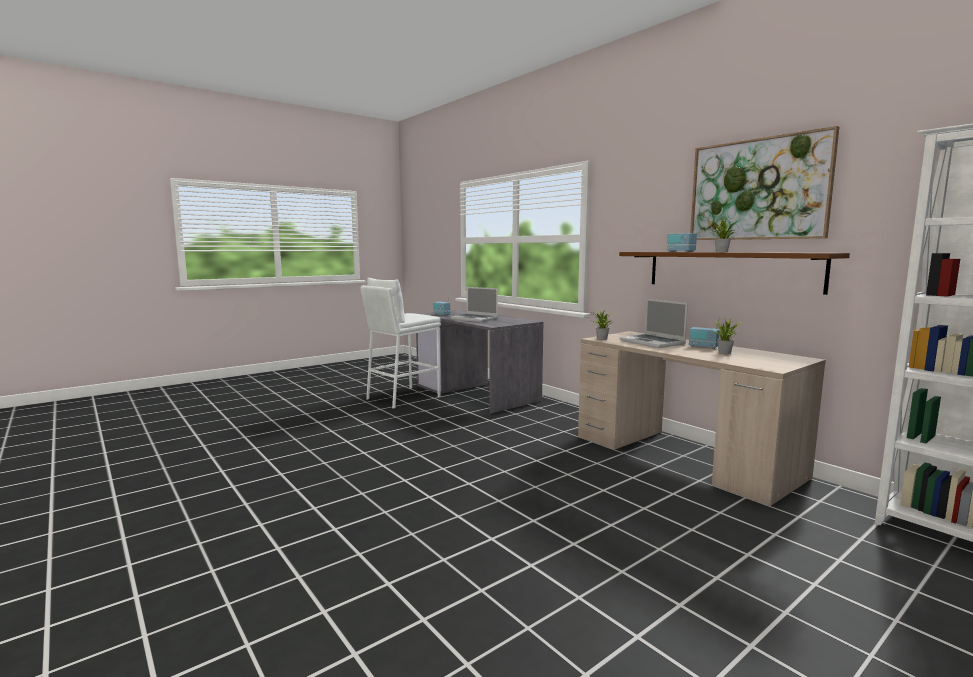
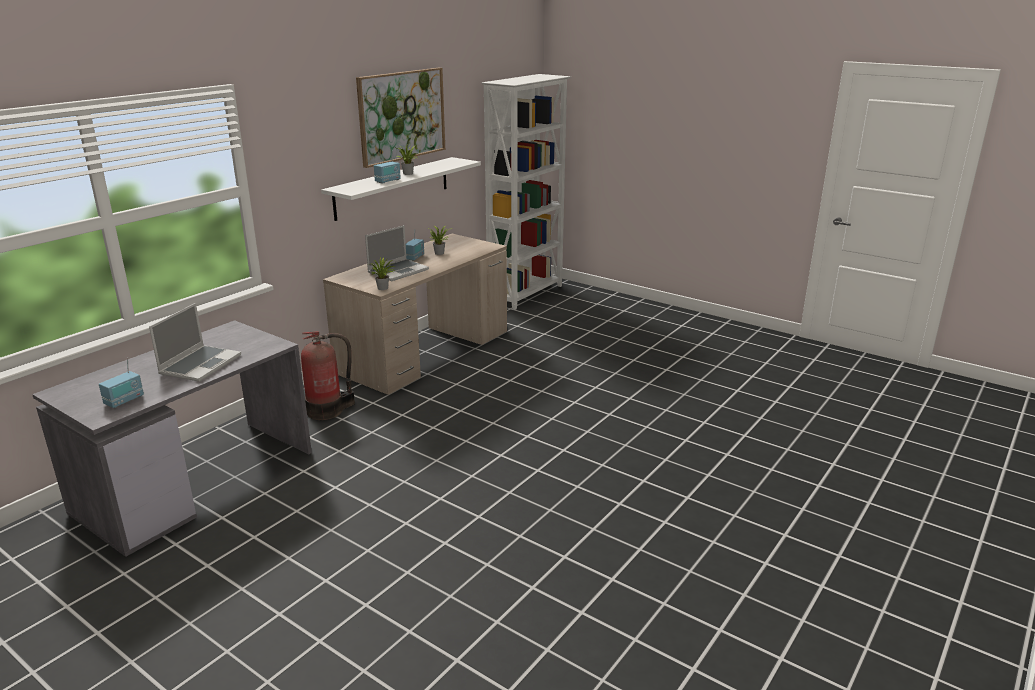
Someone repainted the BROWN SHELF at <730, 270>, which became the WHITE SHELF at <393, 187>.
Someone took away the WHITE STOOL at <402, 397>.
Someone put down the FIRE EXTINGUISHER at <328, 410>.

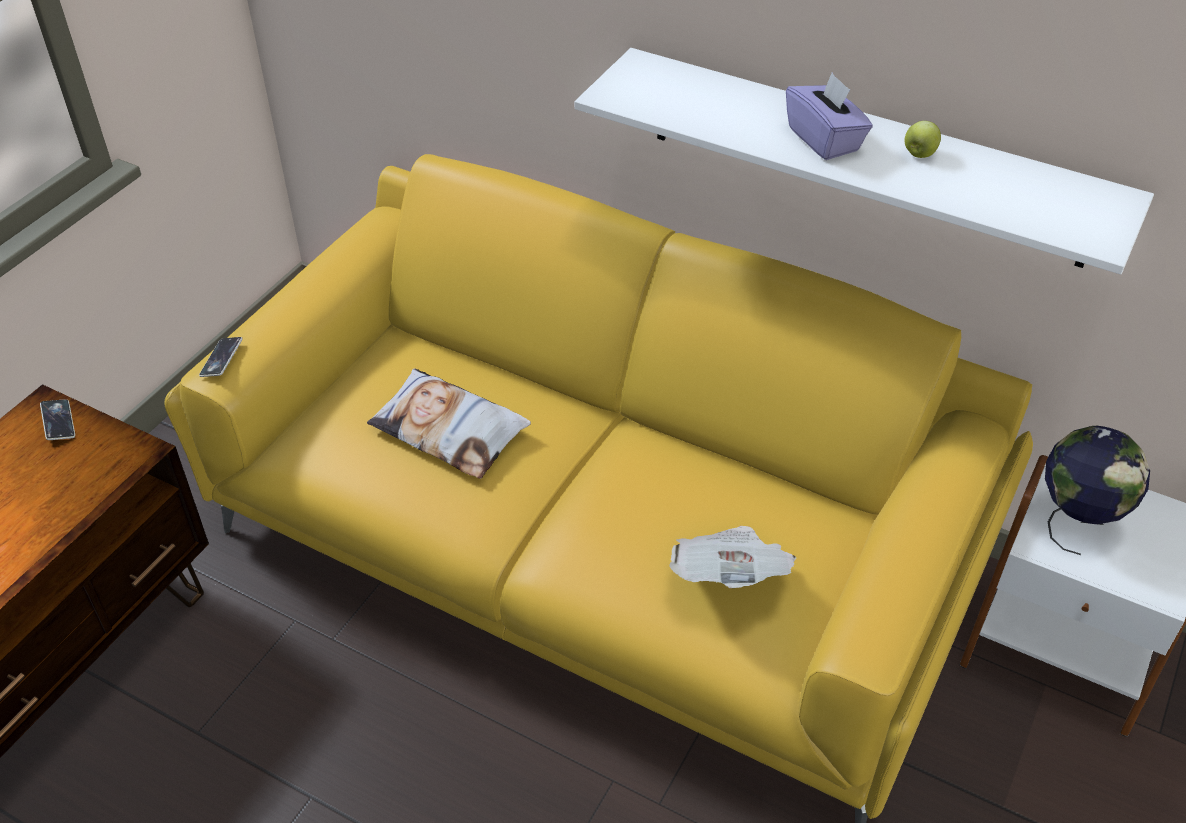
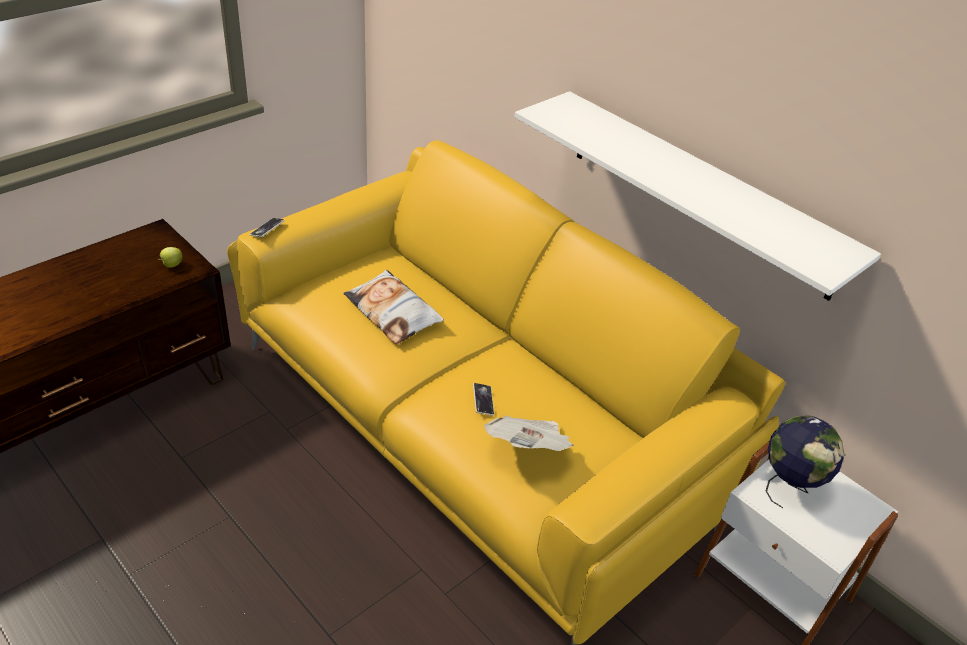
Someone took away the PURPLE TISSUE BOX at <824, 139>.
Someone carried the APPLE from <919, 154> to <171, 265>.
Someone carried the PHONE from <59, 422> to <483, 401>.

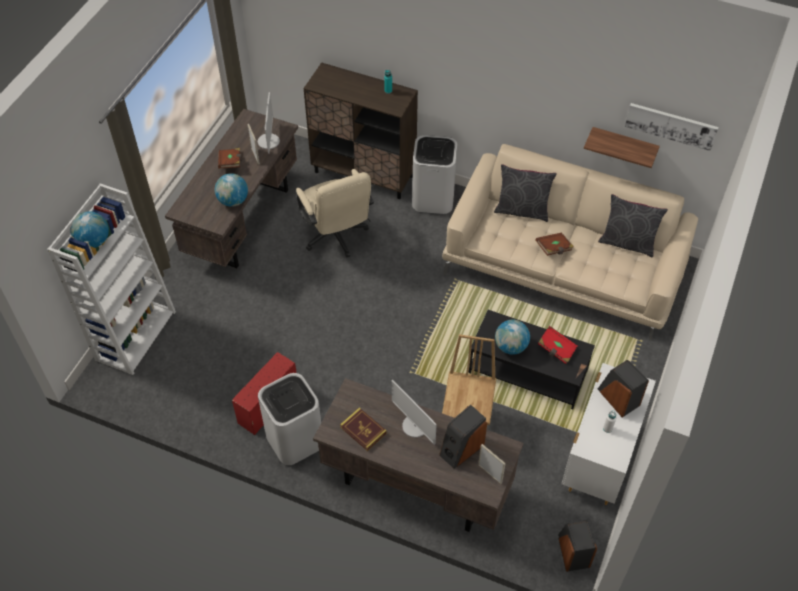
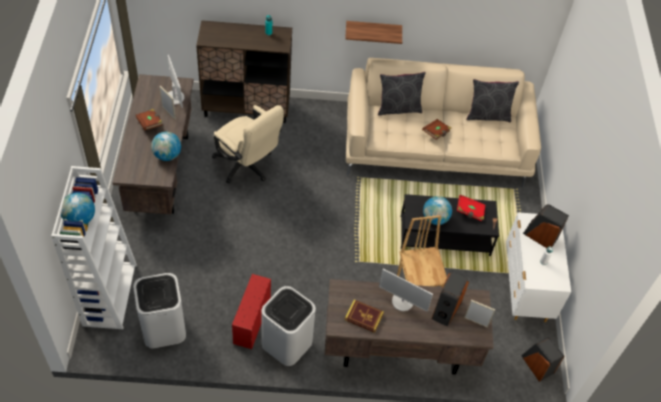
Someone took away the PICTURE at <671, 125>.
Someone carried the SHELF from <623, 145> to <373, 31>.
Someone carried the WHITE TRASH CAN from <433, 198> to <163, 328>.

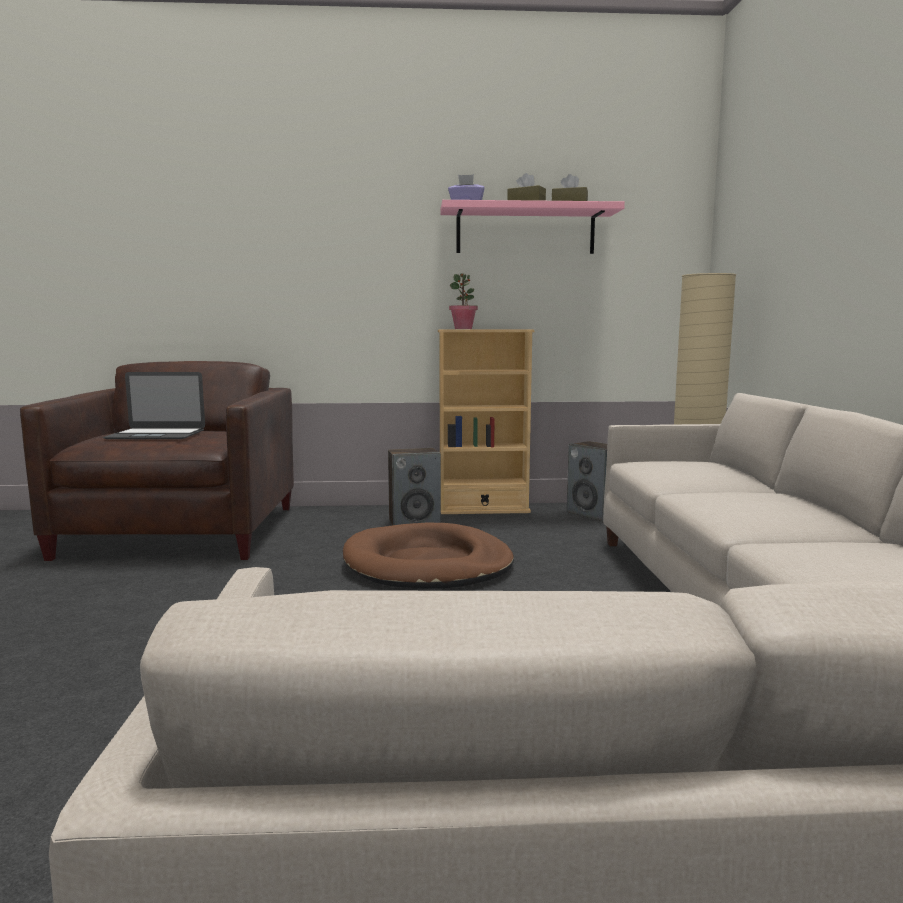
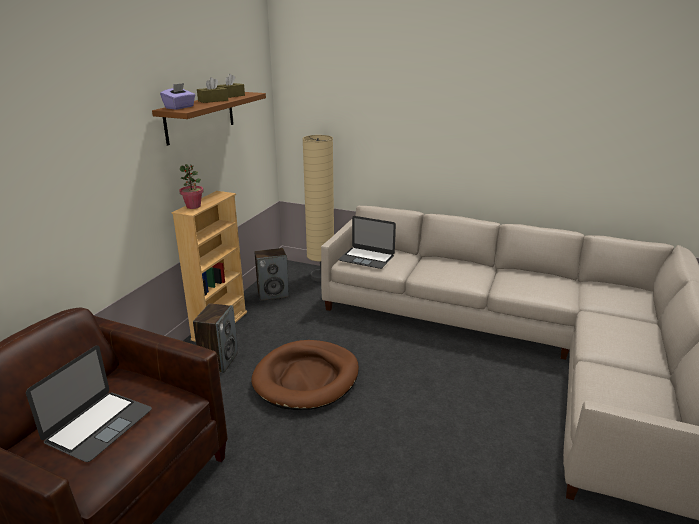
Someone repainted the PINK SHELF at <525, 231>, which became the BROWN SHELF at <200, 117>.
Someone put down the LAPTOP at <366, 258>.

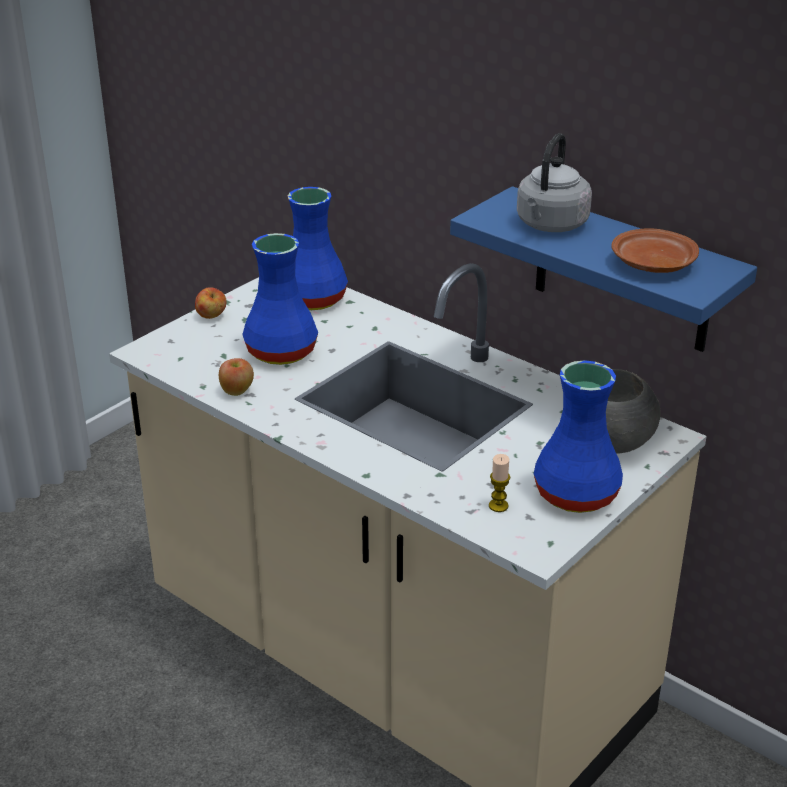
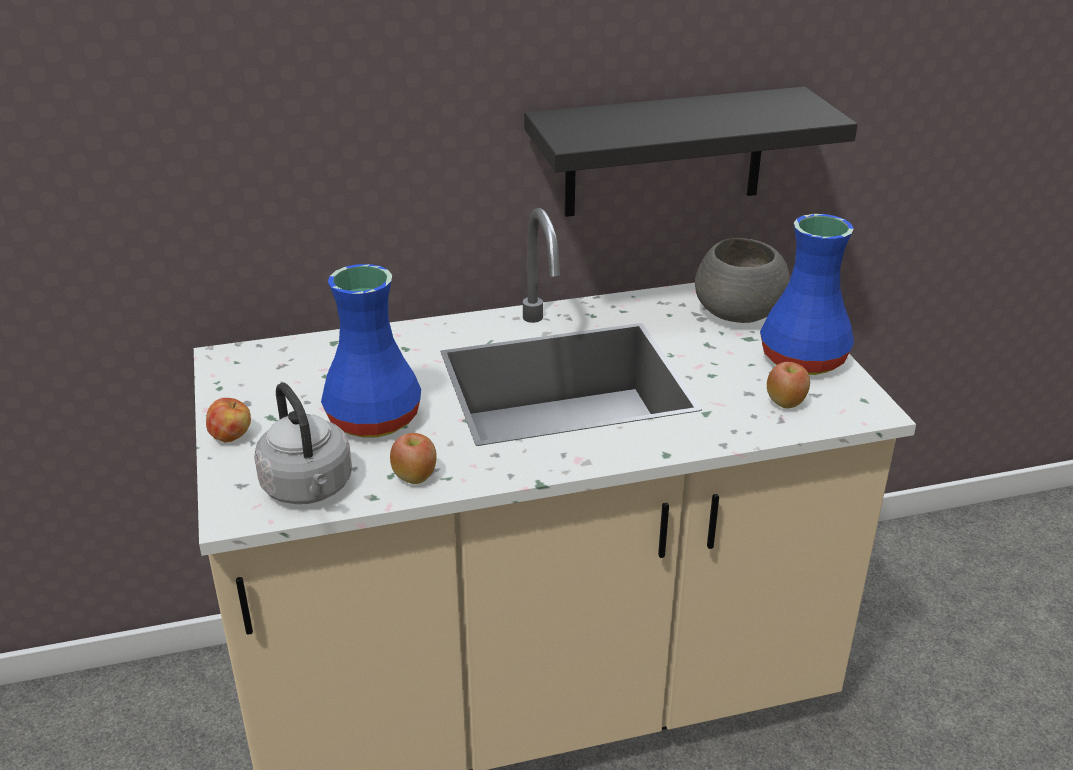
Someone carried the GREY KETTLE from <550, 225> to <309, 489>.
Someone repainted the BLUE SHELF at <622, 271>, which became the BLACK SHELF at <665, 152>.
Someone took away the BLUE VASE at <312, 300>.
Someone took away the BROWN PLATE at <652, 264>.
Someone swapped the CANDLE at <498, 506> for the APPLE at <786, 403>.

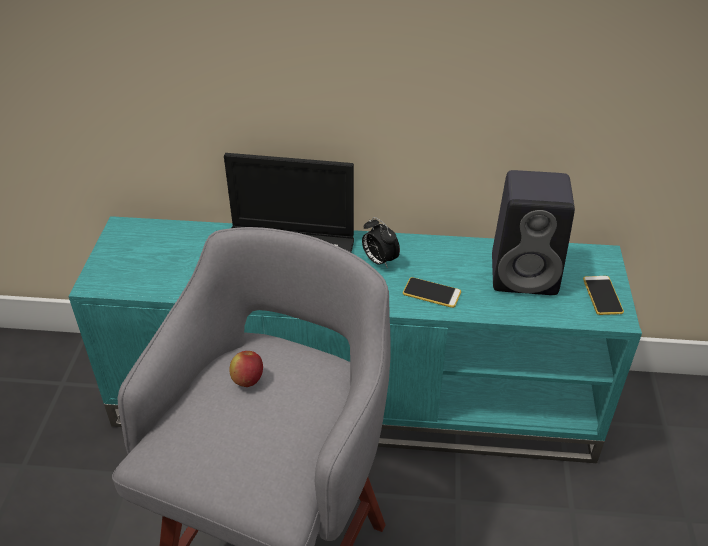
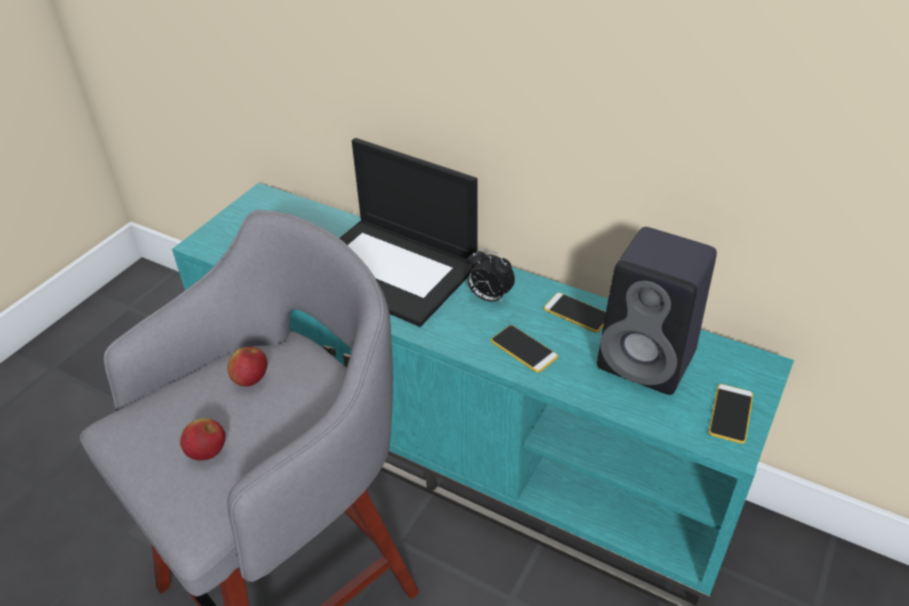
Someone rotated the ALARM CLOCK at <379, 261> by 45 degrees counterclockwise.
Someone put down the PHONE at <576, 313>.
Someone put down the APPLE at <207, 452>.

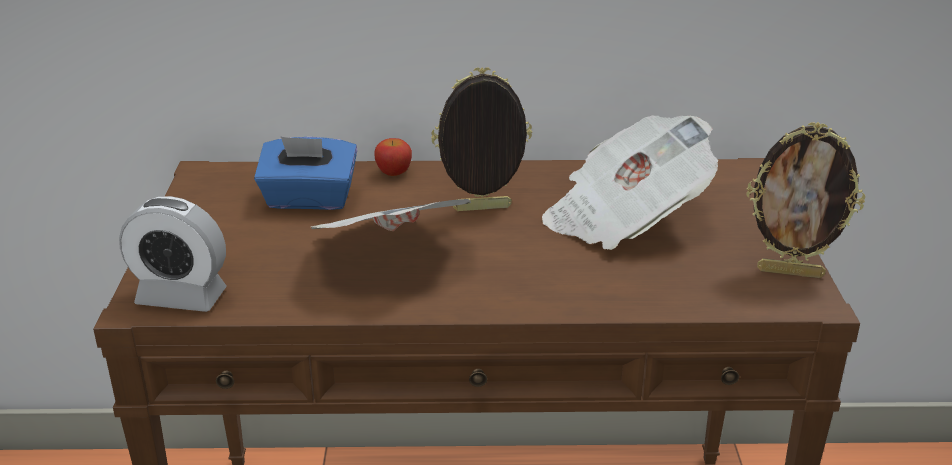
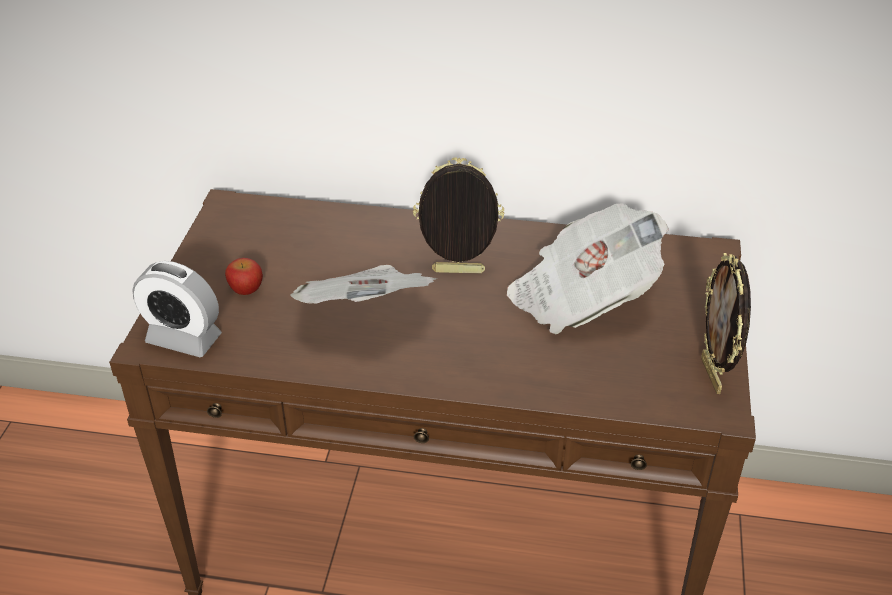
Someone rotated the PICTURE FRAME at <790, 272> by 60 degrees clockwise.
Someone took away the BLUE TISSUE BOX at <309, 200>.
Someone carried the APPLE from <394, 173> to <246, 290>.

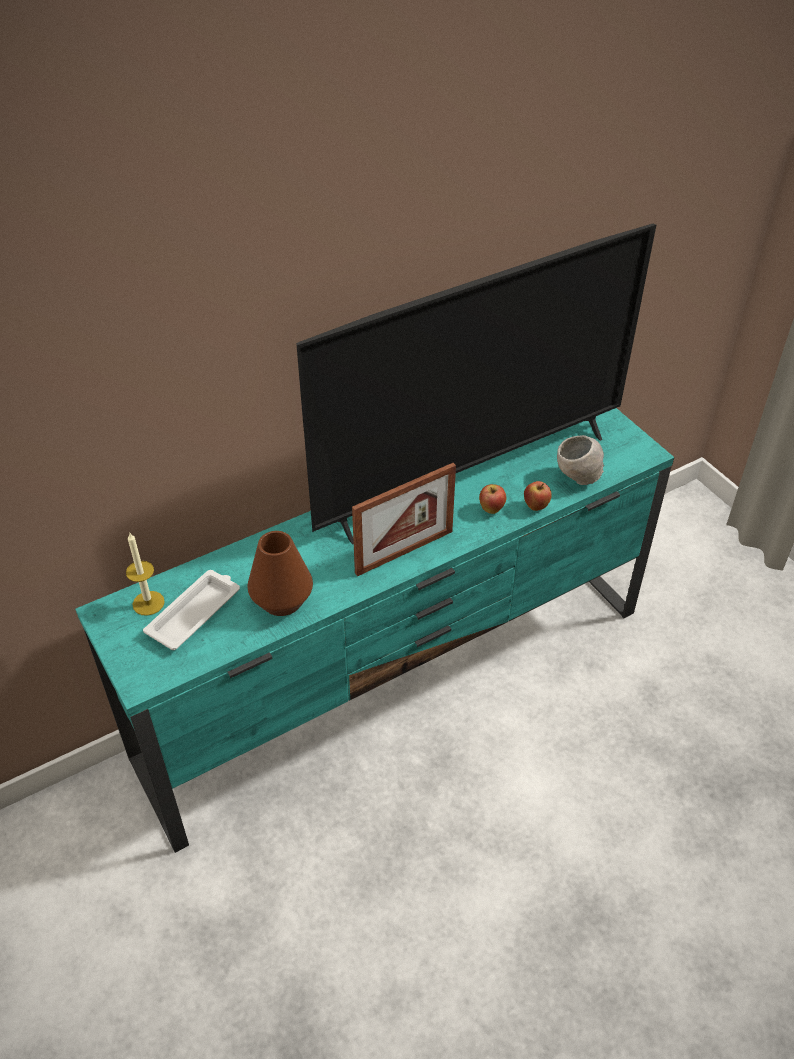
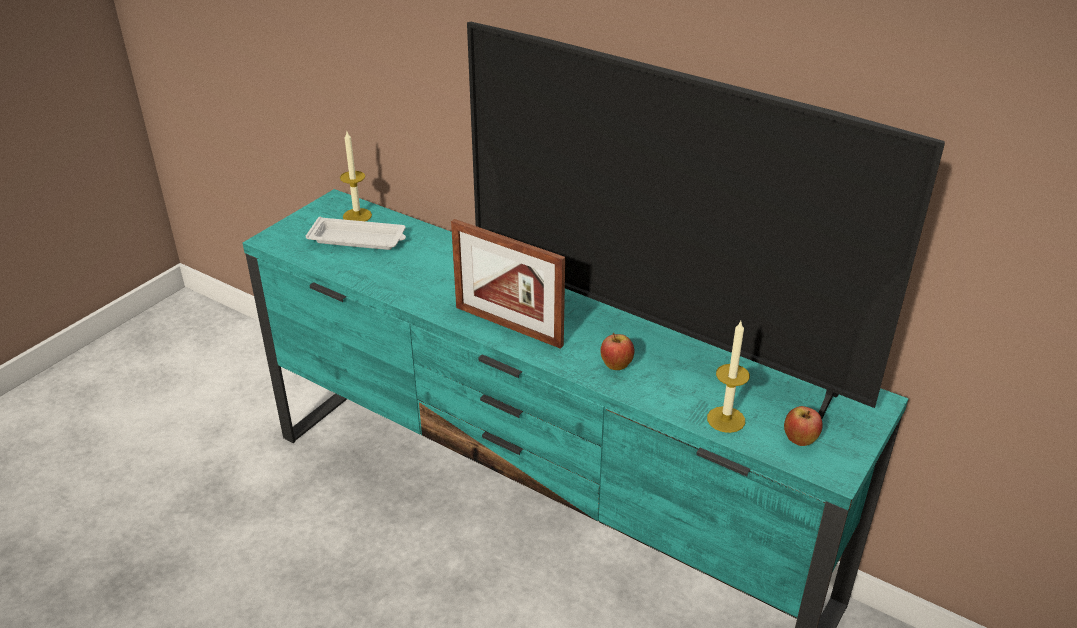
Someone swapped the GREY BOWL at <577, 478> for the CANDLE at <726, 419>.
Someone carried the APPLE from <536, 506> to <799, 441>.
Someone took away the BROWN VASE at <282, 600>.

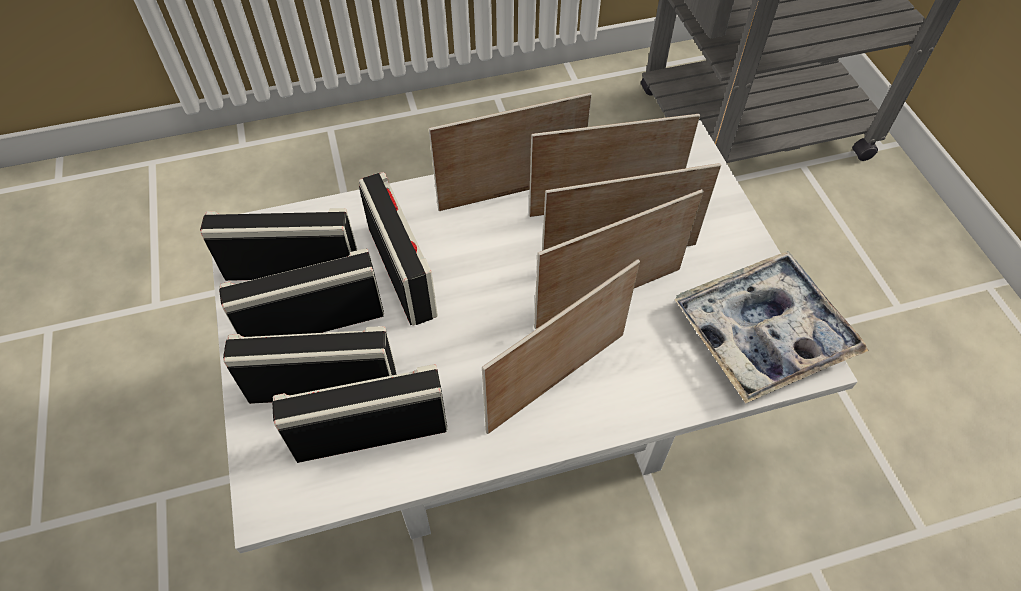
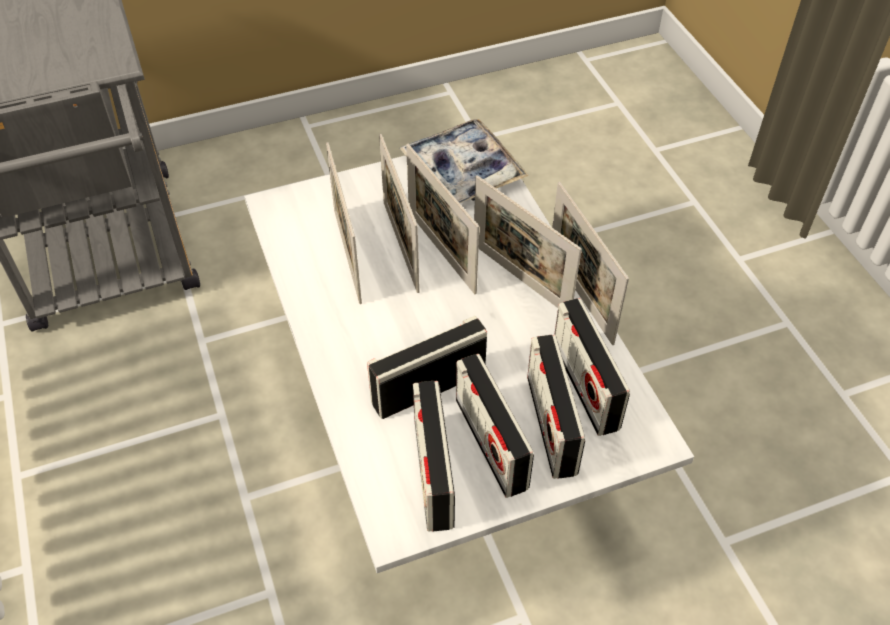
Someone carried the PICTURE FRAME from <511, 193> to <580, 296>.

